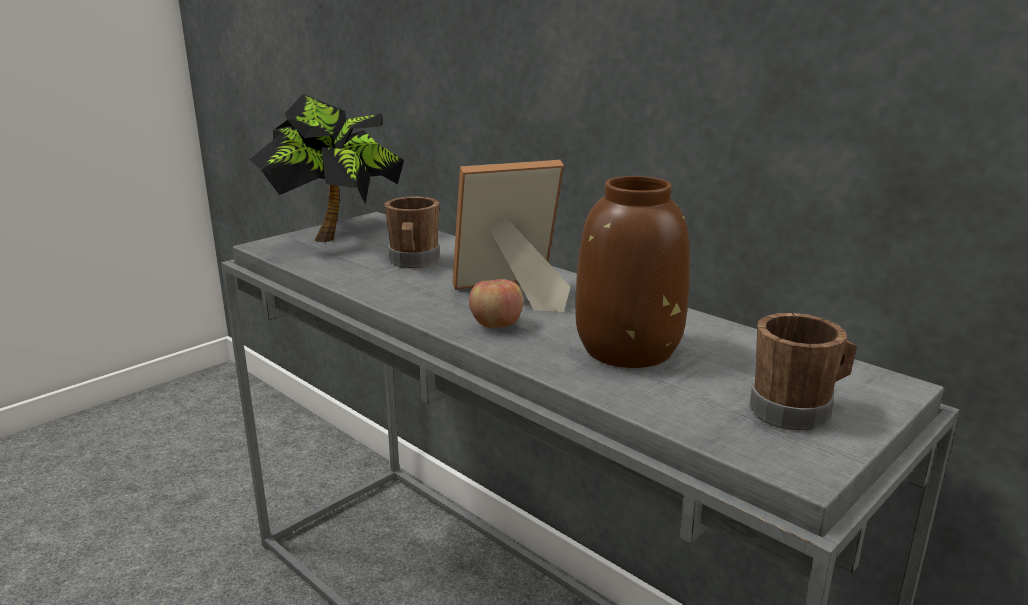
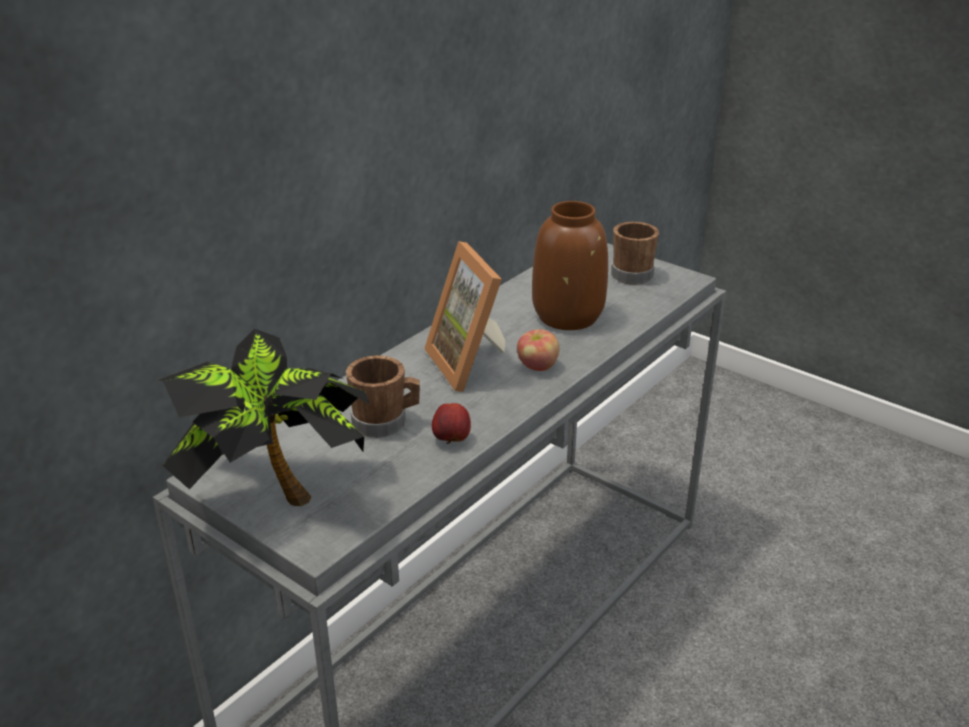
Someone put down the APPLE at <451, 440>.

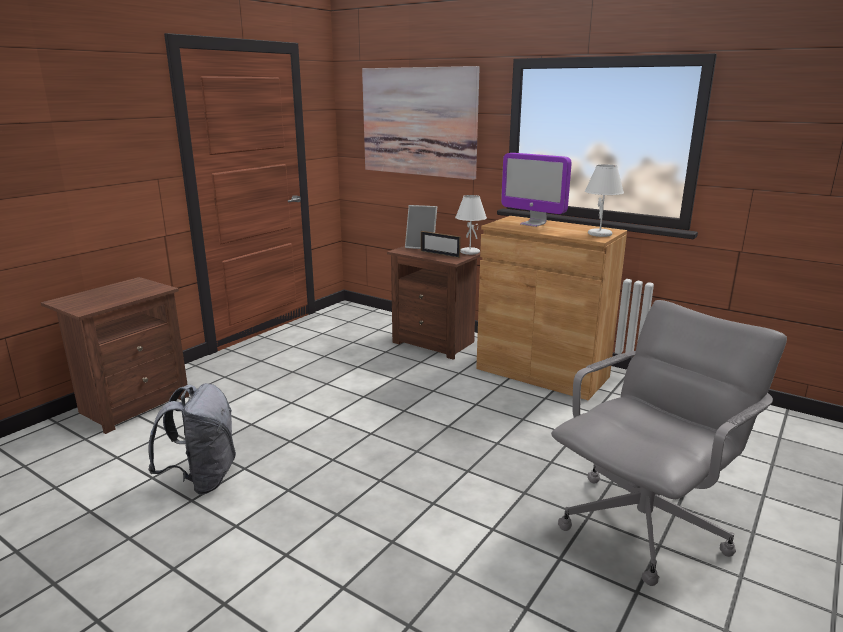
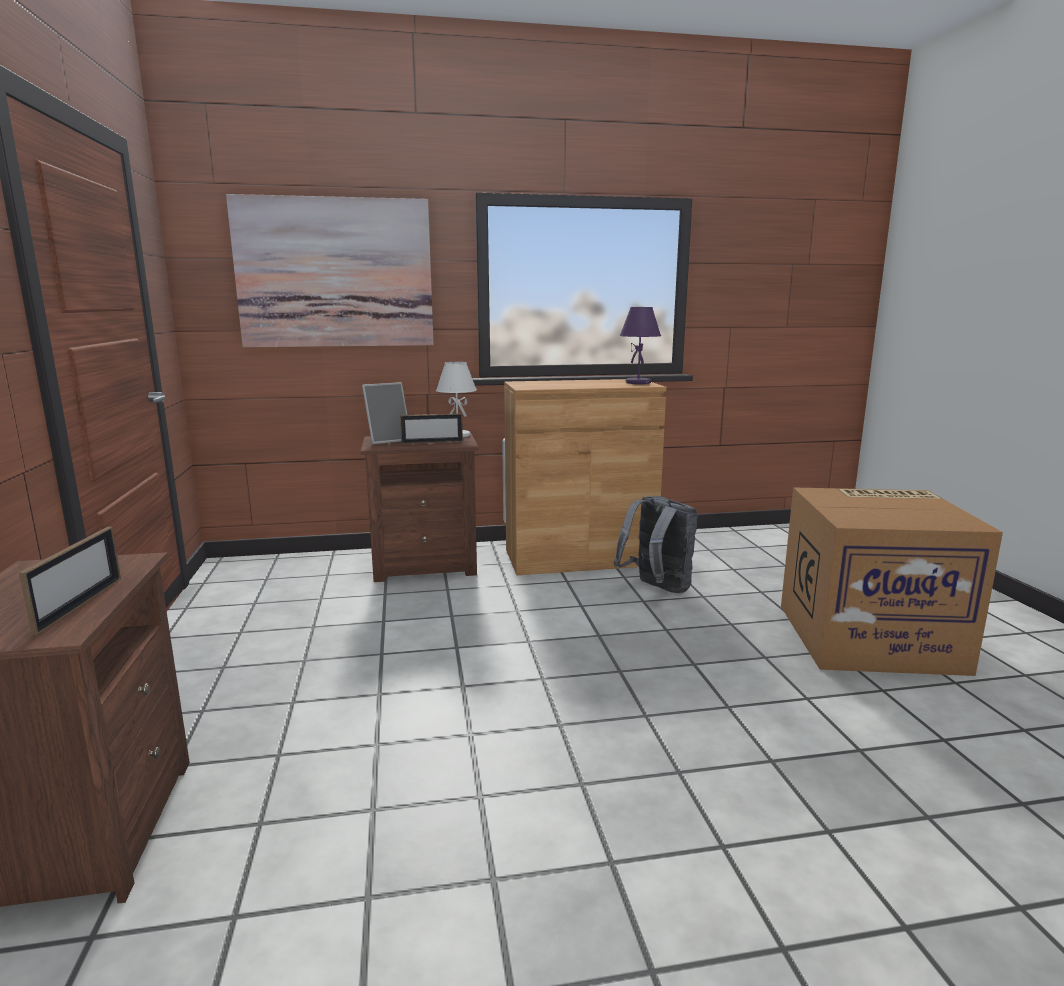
Someone took away the MONITOR at <533, 224>.
Someone repainted the WHITE TABLE LAMP at <600, 234>, which became the PURPLE TABLE LAMP at <639, 383>.
Someone swapped the GREY OFFICE CHAIR at <645, 526> for the CARDBOARD BOX at <869, 636>.
Someone carried the GREY BACKPACK from <203, 479> to <657, 589>.
Someone put down the PICTURE FRAME at <80, 604>.

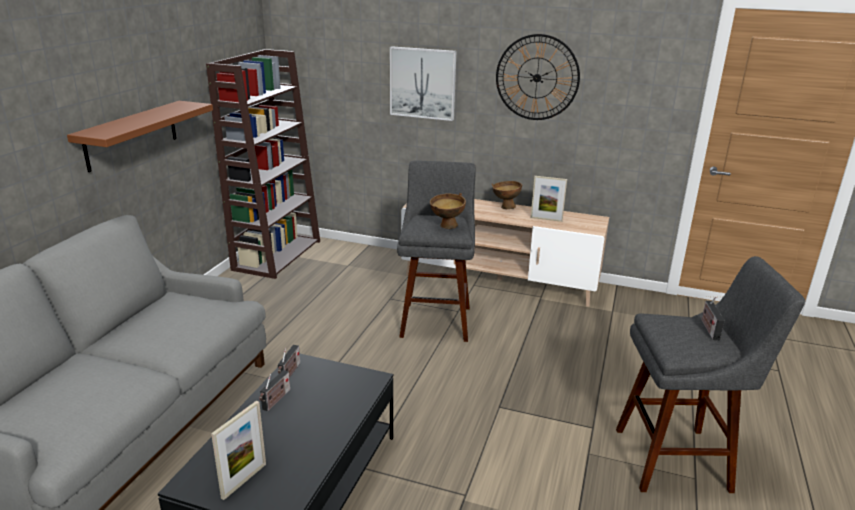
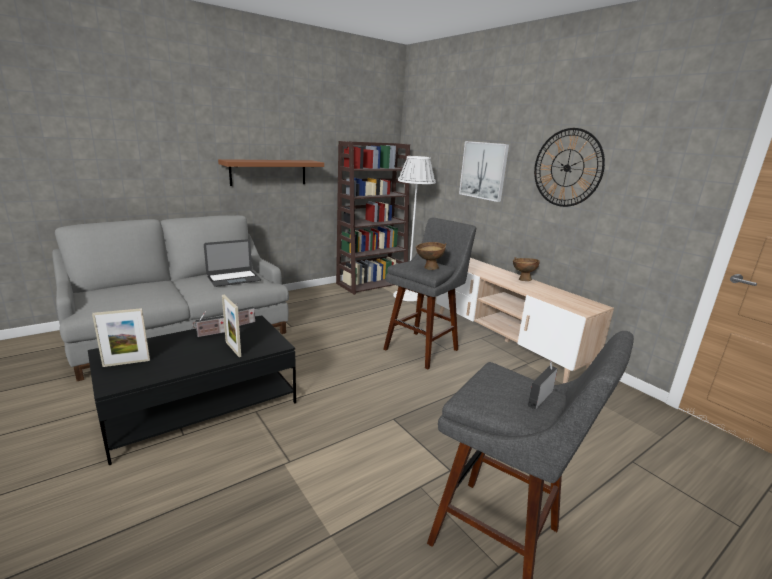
Someone carried the PICTURE FRAME from <546, 219> to <233, 349>.
Someone put down the WHITE FLOOR LAMP at <408, 295>.
Someone put down the LAPTOP at <234, 278>.

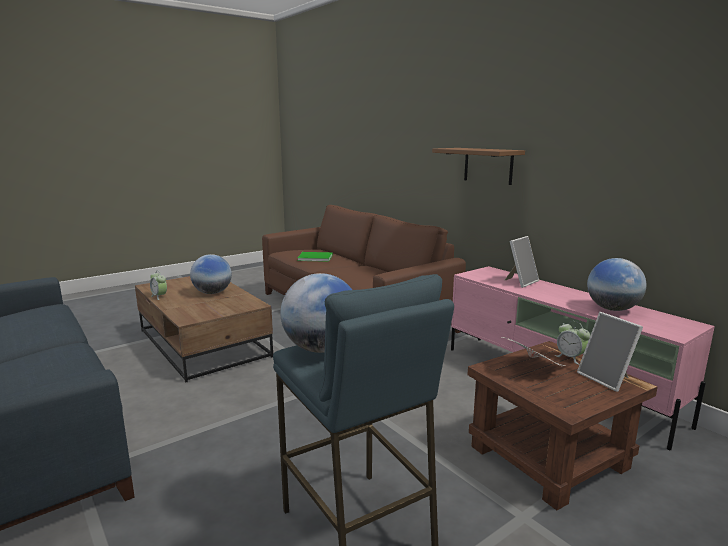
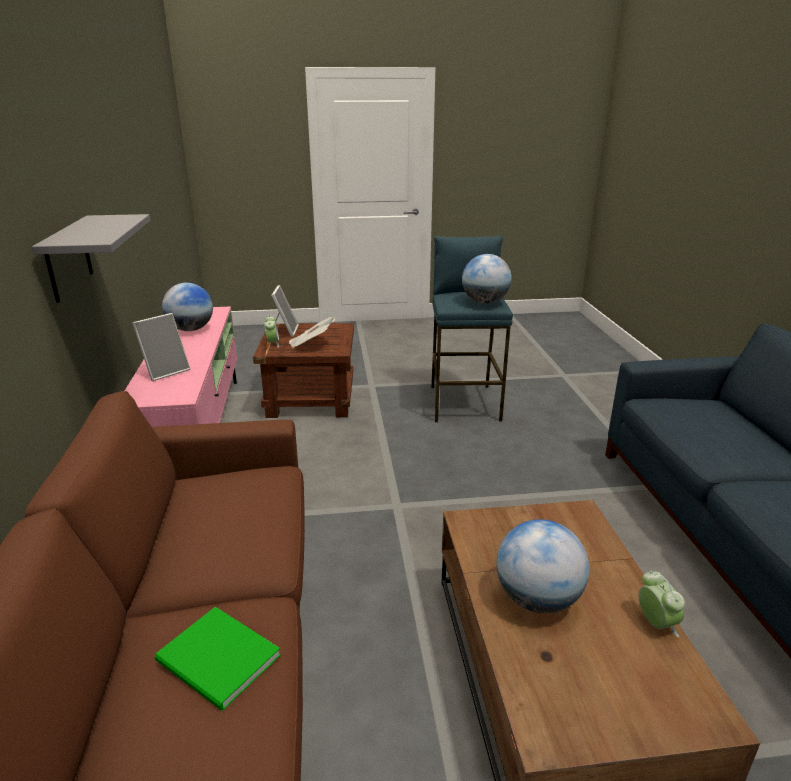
Someone repainted the BROWN SHELF at <488, 165>, which became the GREY SHELF at <68, 258>.
Someone rotated the PICTURE FRAME at <520, 282> by 150 degrees clockwise.

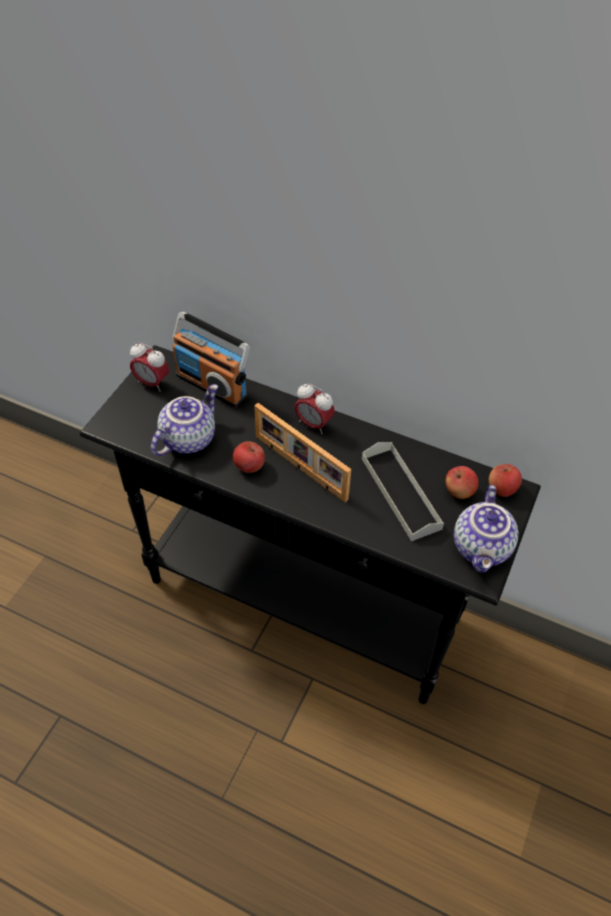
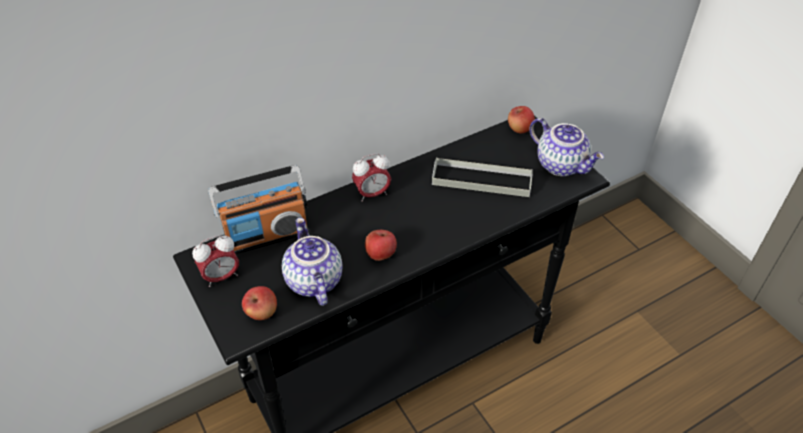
Someone took away the PICTURE FRAME at <299, 468>.
Someone carried the APPLE from <459, 491> to <262, 313>.

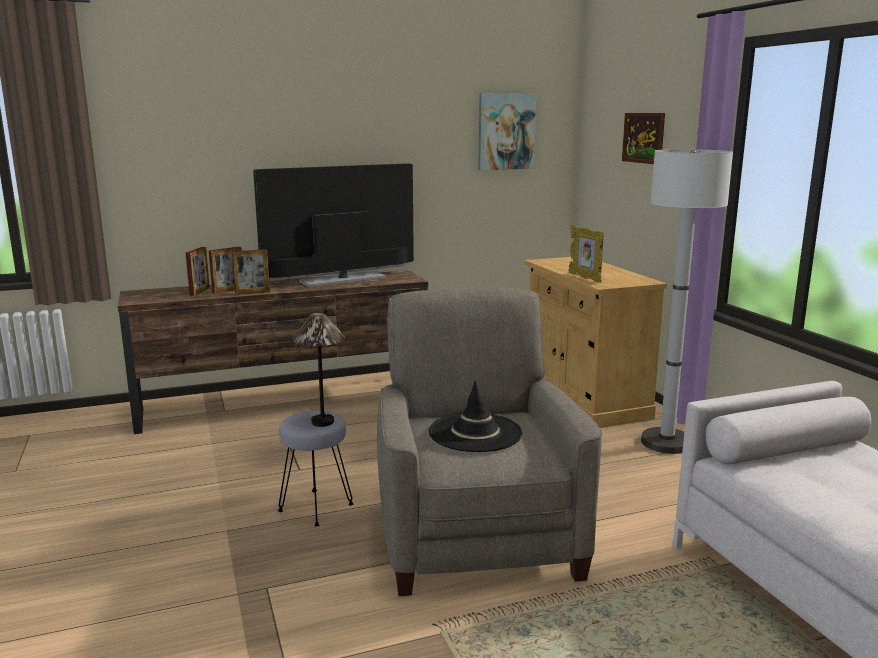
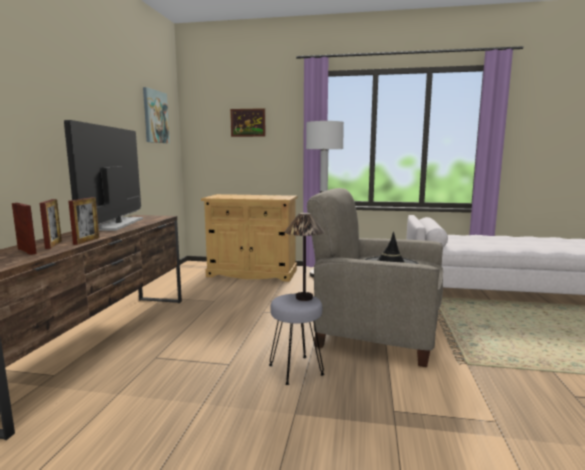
Someone took away the PICTURE FRAME at <585, 278>.

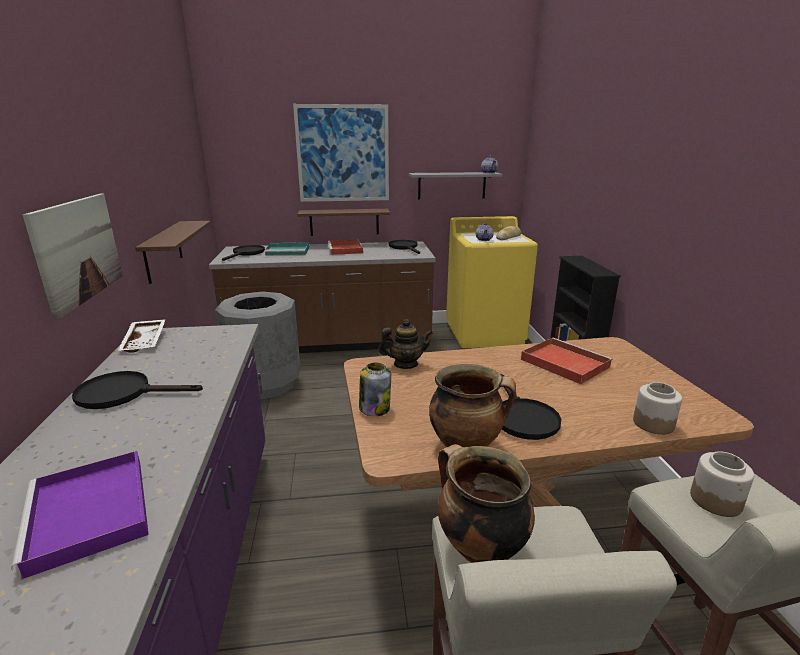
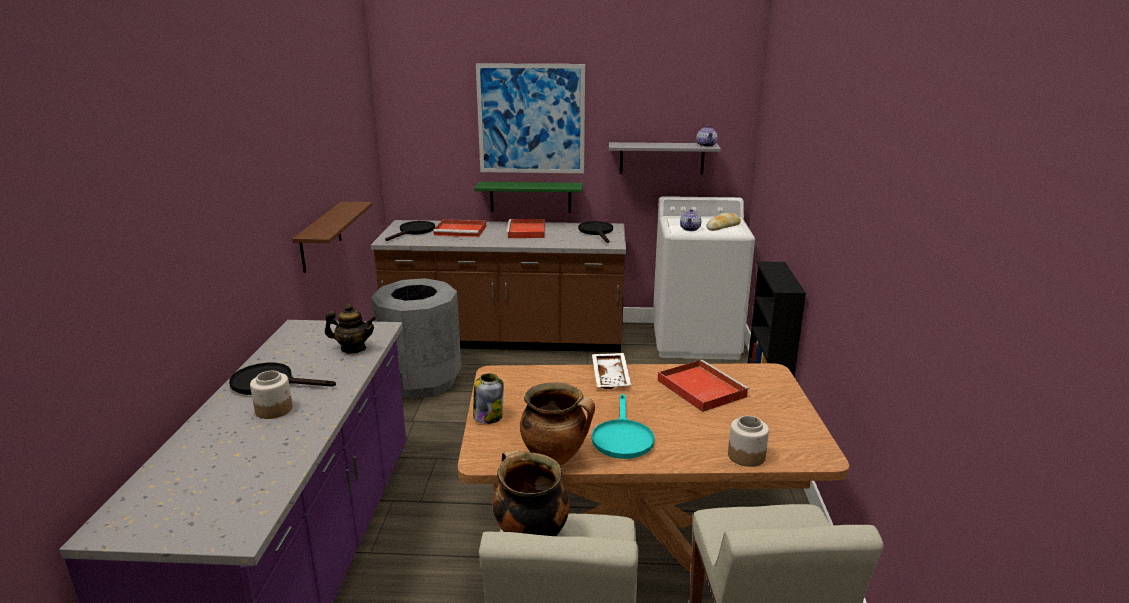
Someone took away the PICTURE at <78, 250>.
Someone repainted the BROWN SHELF at <344, 222>, which became the GREEN SHELF at <530, 197>.
Someone repainted the YELLOW WASHING MACHINE at <485, 333>, which became the WHITE WASHING MACHINE at <696, 341>.
Someone repainted the TURQUOISE TRAY at <289, 251>, which became the RED TRAY at <461, 231>.
Someone carried the WHITE TRAY from <146, 342> to <612, 377>.
Someone carried the TEAPOT from <405, 364> to <353, 349>.
Someone repainted the BLACK FRYING PAN at <522, 417>, which became the TURQUOISE FRYING PAN at <622, 437>.
Someone took away the PURPLE TRAY at <90, 514>.
Someone carried the JAR from <716, 500> to <274, 409>.

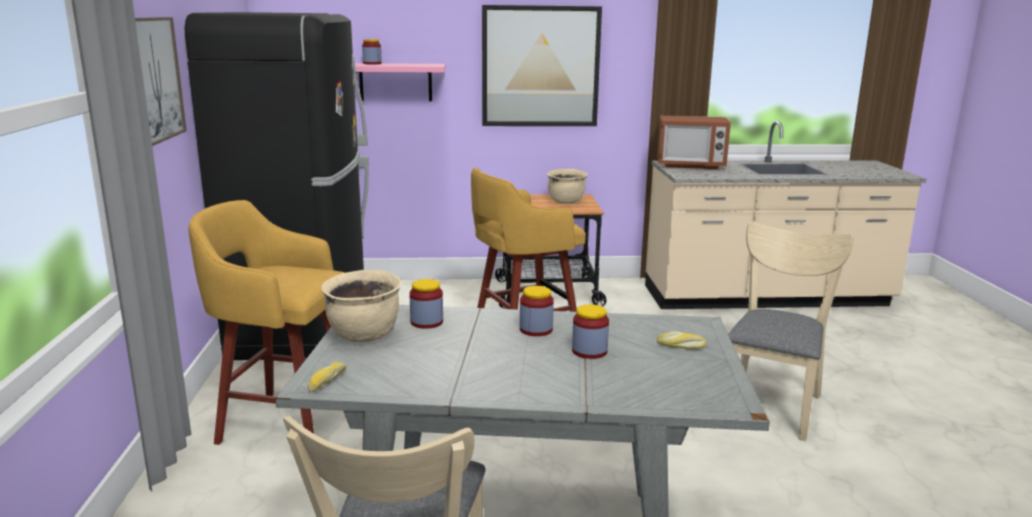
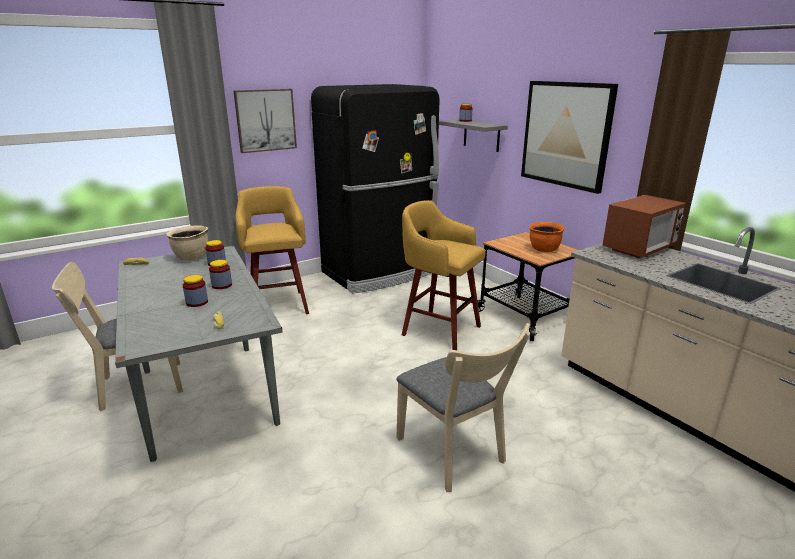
Someone repainted the PINK SHELF at <395, 82>, which became the GREY SHELF at <481, 135>.
Someone rotated the MICROWAVE at <690, 165> by 105 degrees counterclockwise.
Someone repainted the BEIGE COOKING POT at <566, 202>, which became the ORANGE COOKING POT at <544, 250>.
Someone rotated the BEIGE CHAIR at <772, 403> by 60 degrees clockwise.

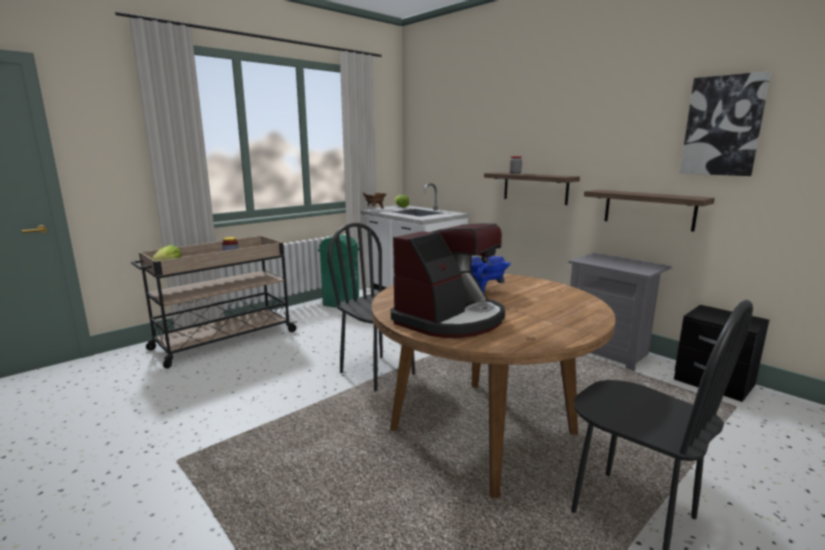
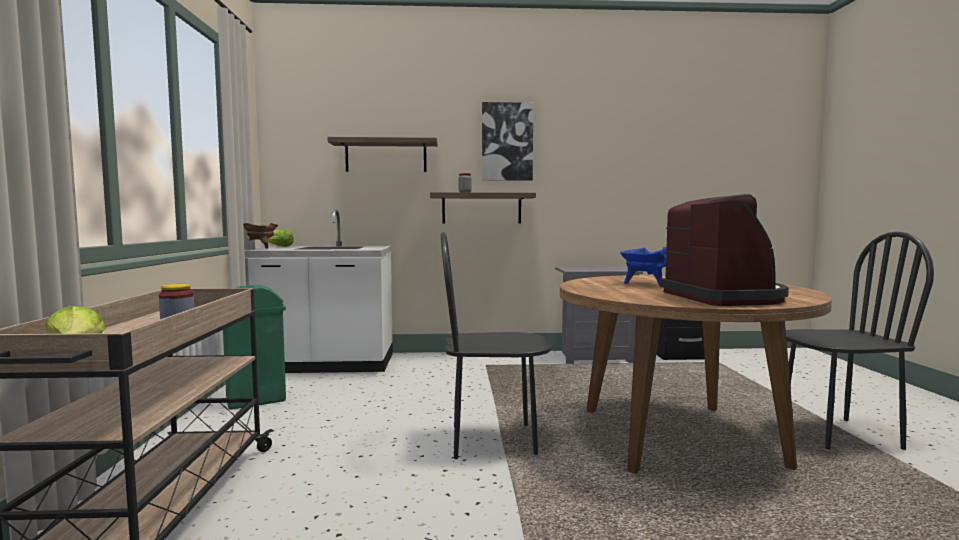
Someone carried the PICTURE from <723, 126> to <507, 142>.
Someone carried the SHELF from <648, 209> to <386, 156>.

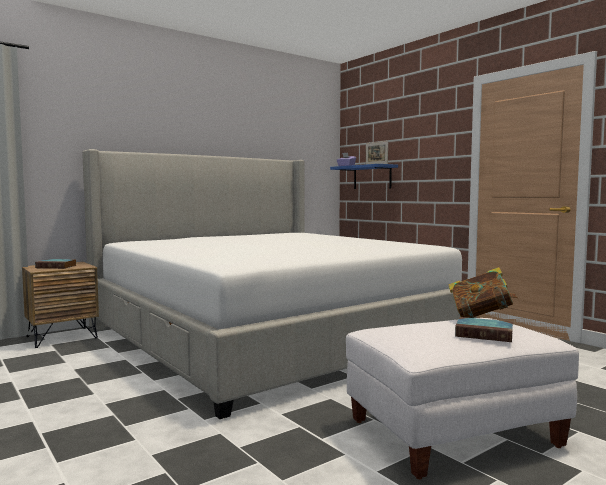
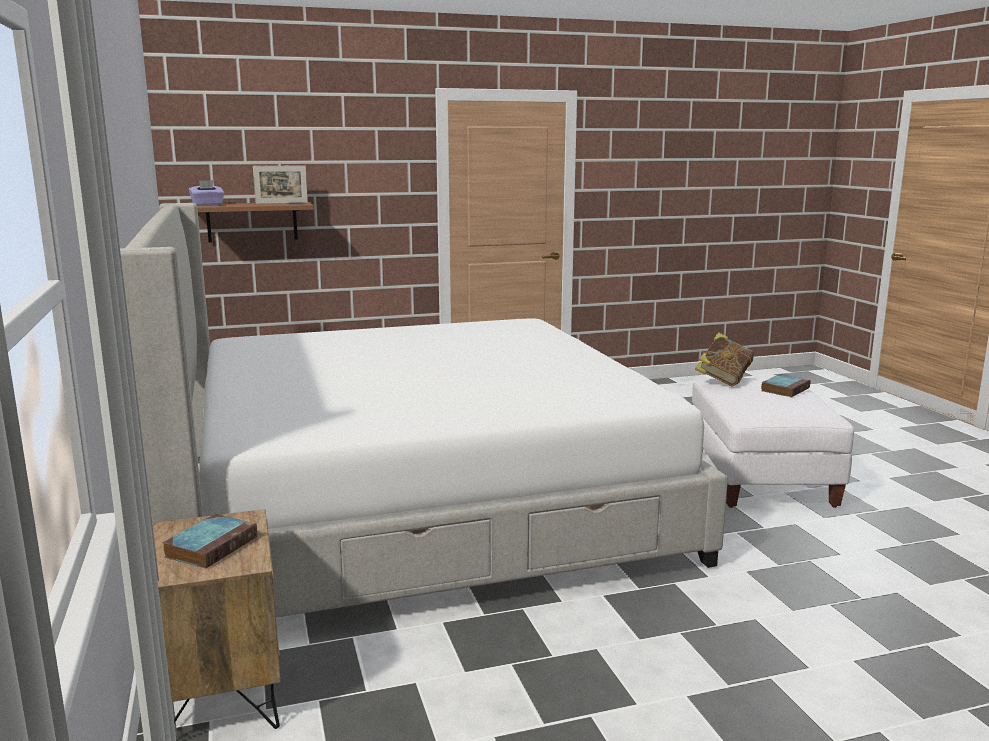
Someone repainted the BLUE SHELF at <372, 177>, which became the BROWN SHELF at <252, 222>.

